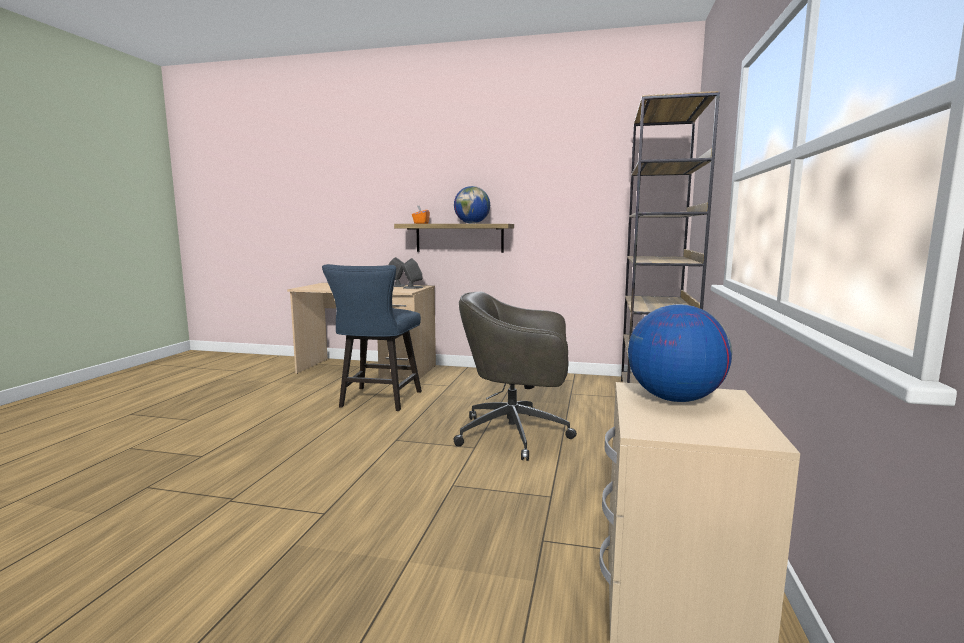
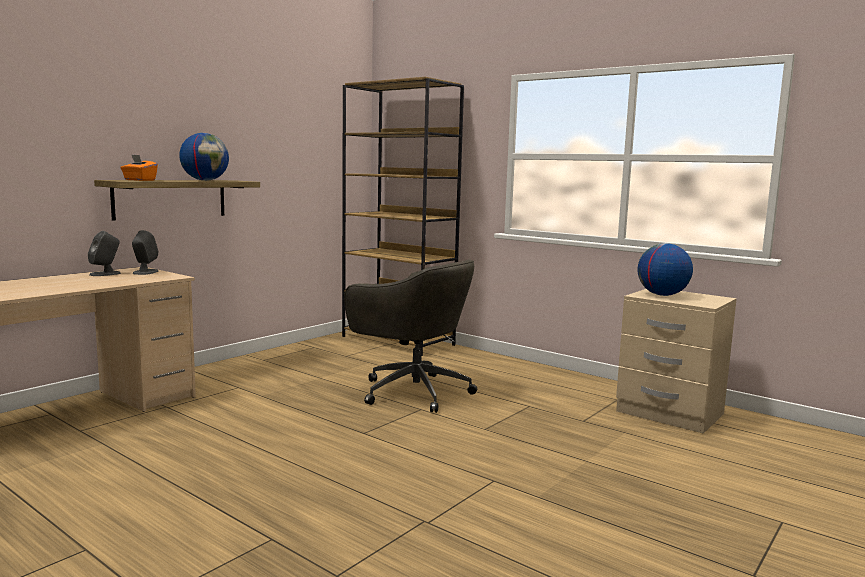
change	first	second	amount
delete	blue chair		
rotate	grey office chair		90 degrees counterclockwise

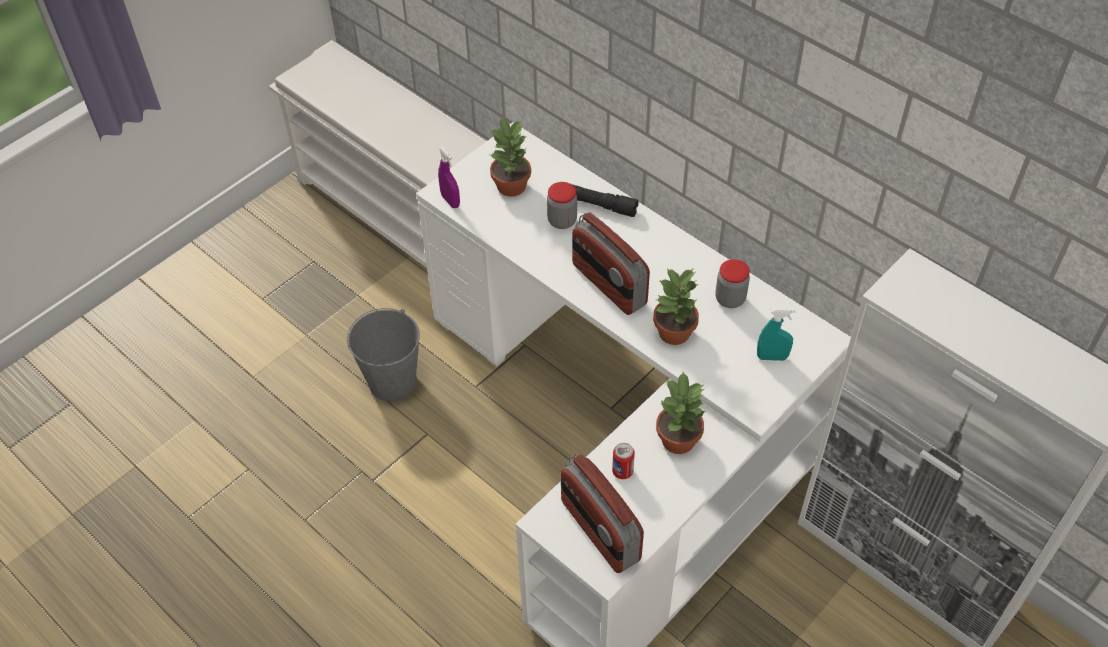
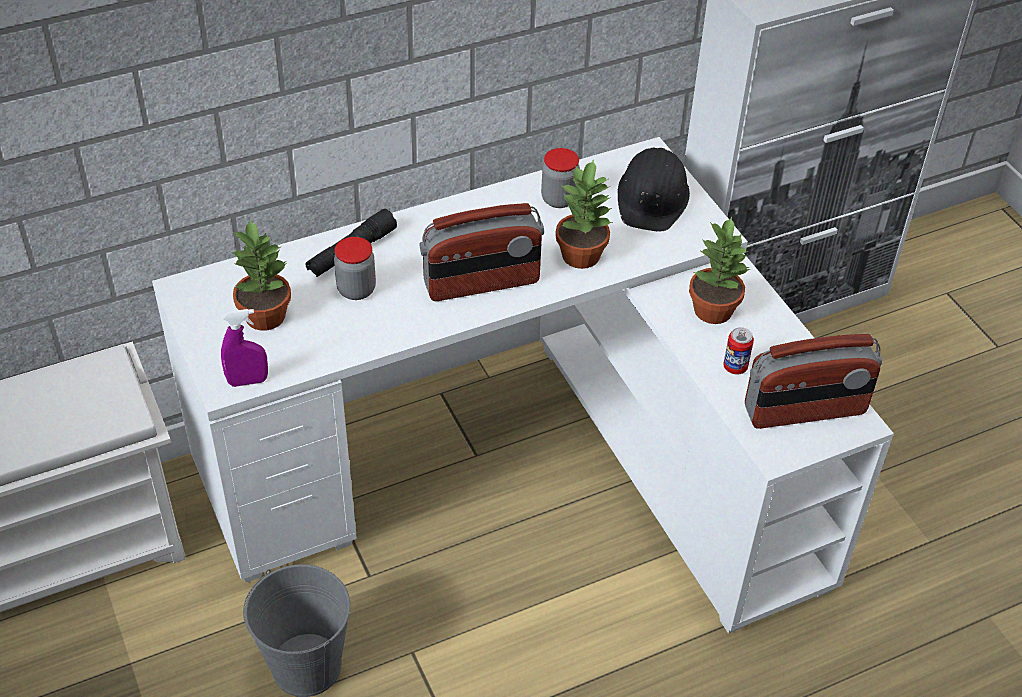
change	first	second	amount
replace	turquoise spray bottle	black hard hat	

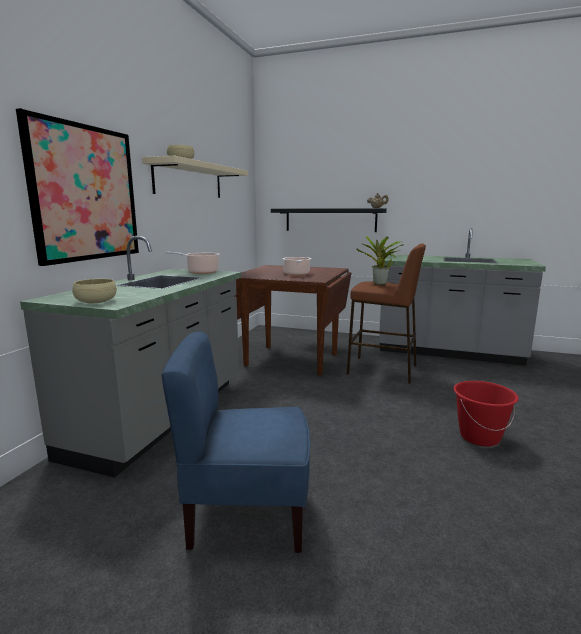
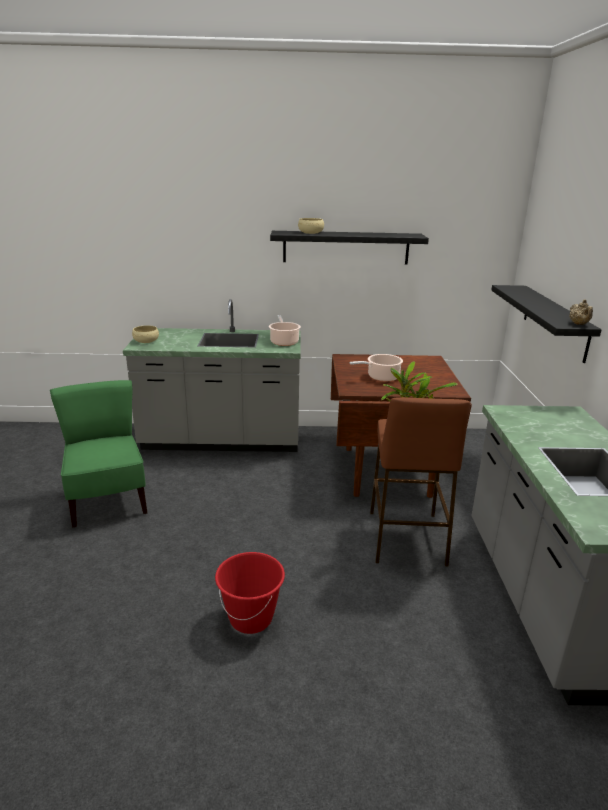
change	first	second	amount
delete	picture		
recolor	beige shelf	black shelf (1st from left)	
recolor	blue chair	green chair	

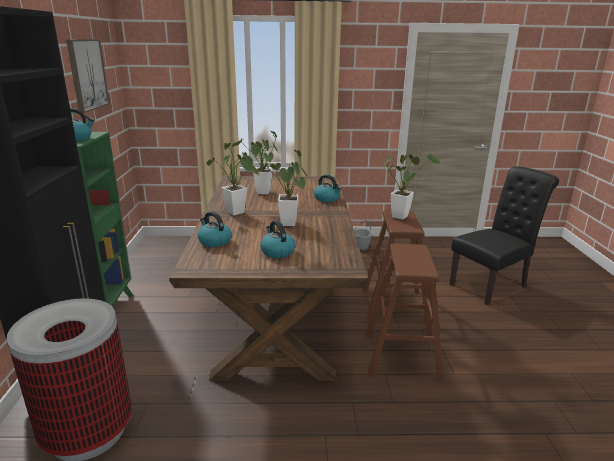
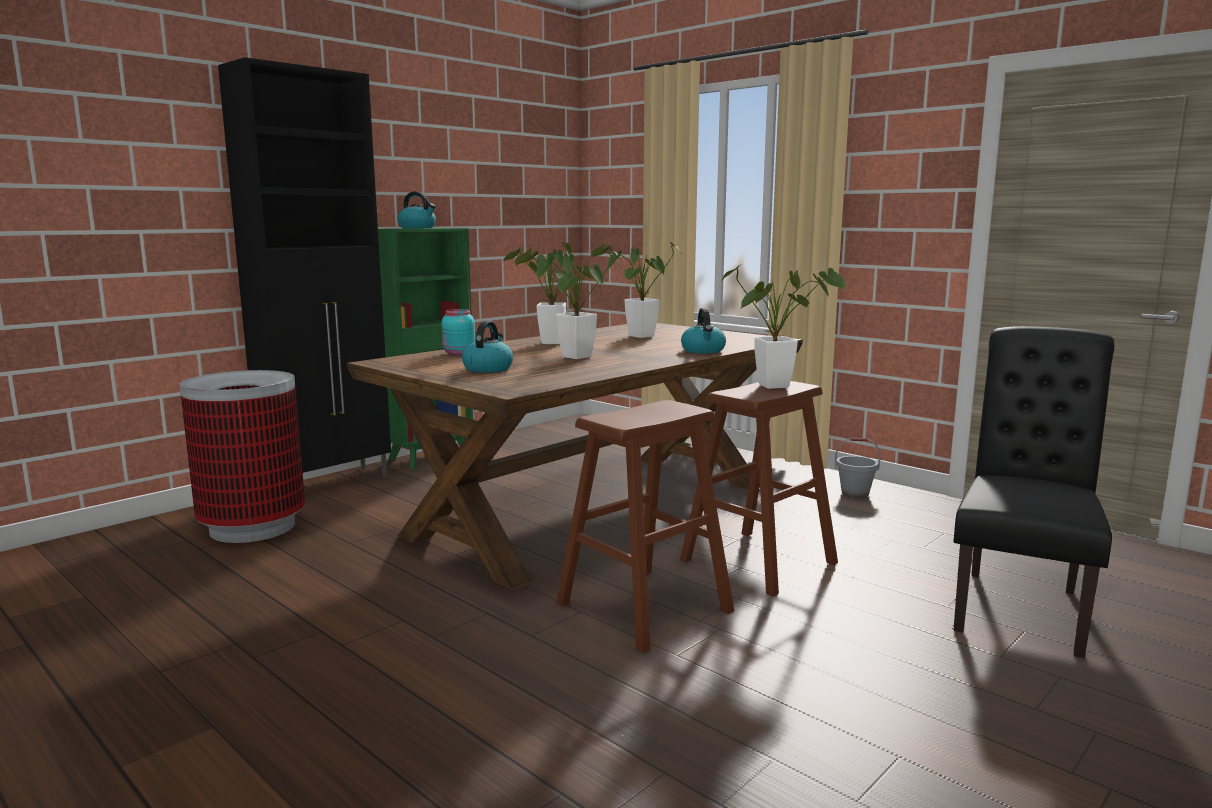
change	first	second	amount
delete	picture		
rotate	black chair		75 degrees counterclockwise
replace	kettle (2nd from left)	turquoise jar	

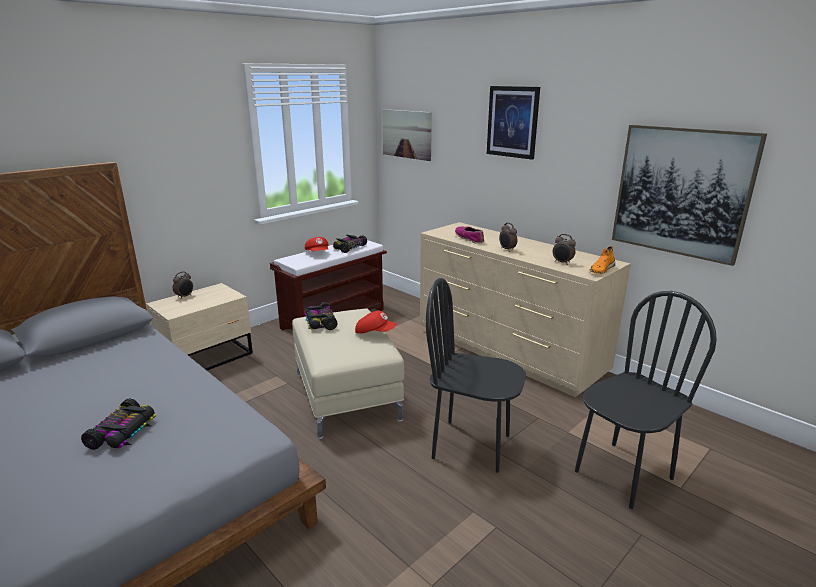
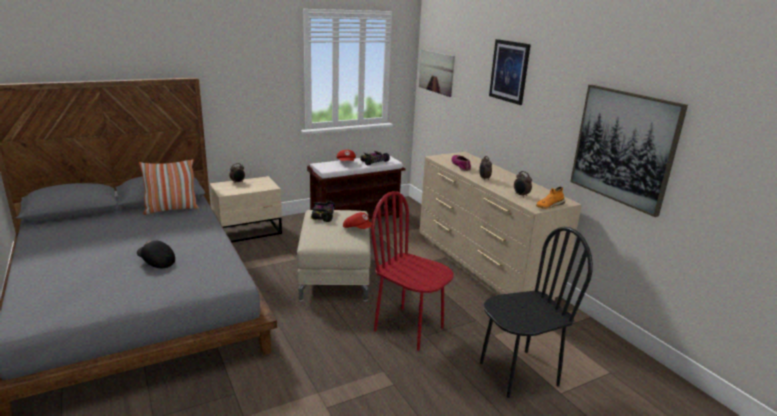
change	first	second	amount
recolor	black chair (1st from left)	red chair	
replace	toy car (1st from left)	black cap	
insert		pillow	

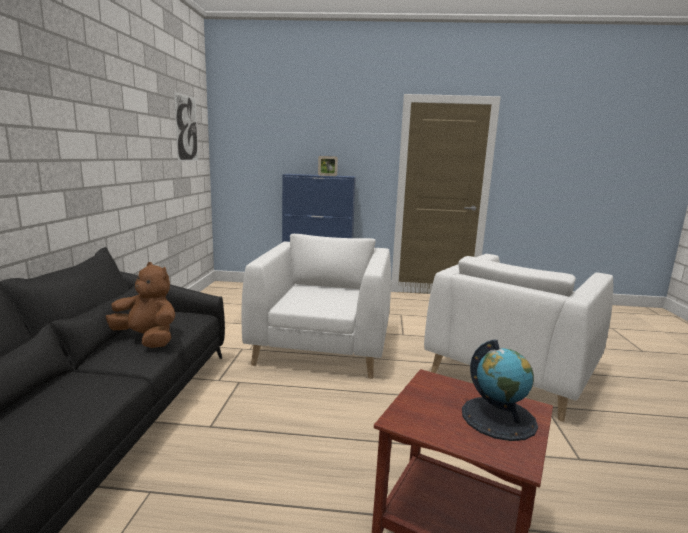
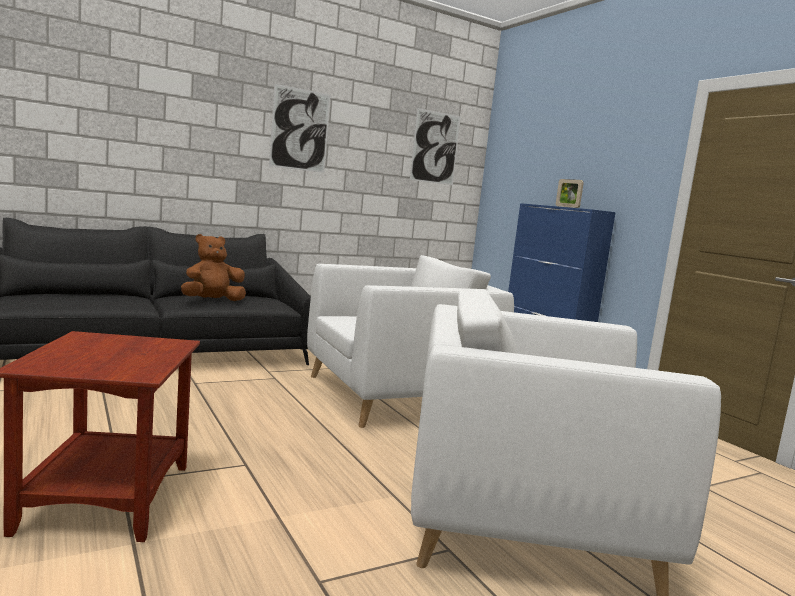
change	first	second	amount
rotate	brown plush toy		120 degrees counterclockwise
delete	globe		
insert		picture (1st from left)	

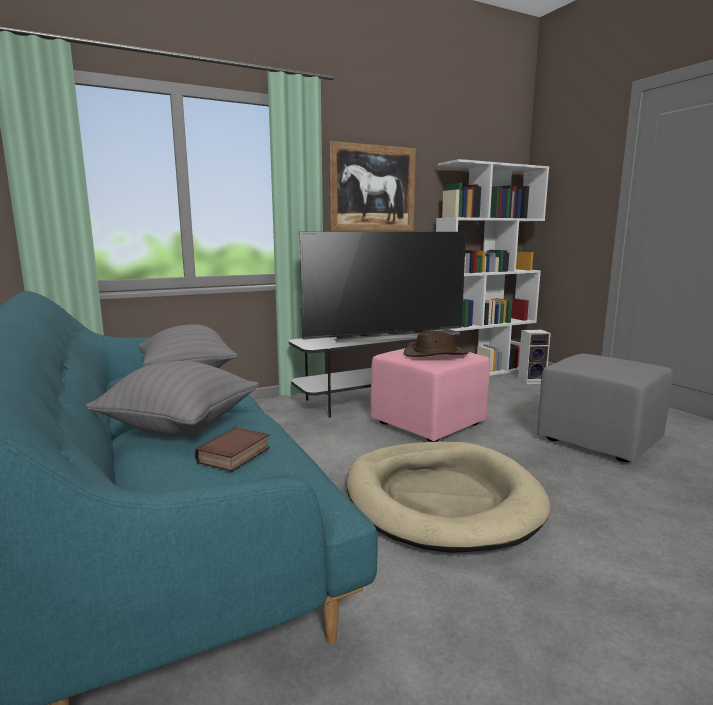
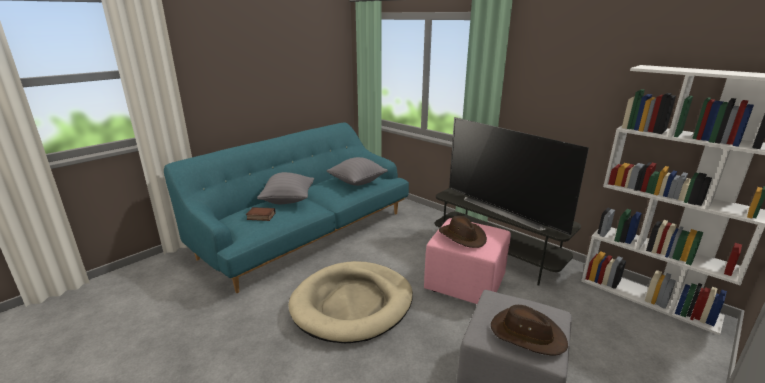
change	first	second	amount
delete	picture		
delete	speaker		
insert		brown hat (2nd from left)	

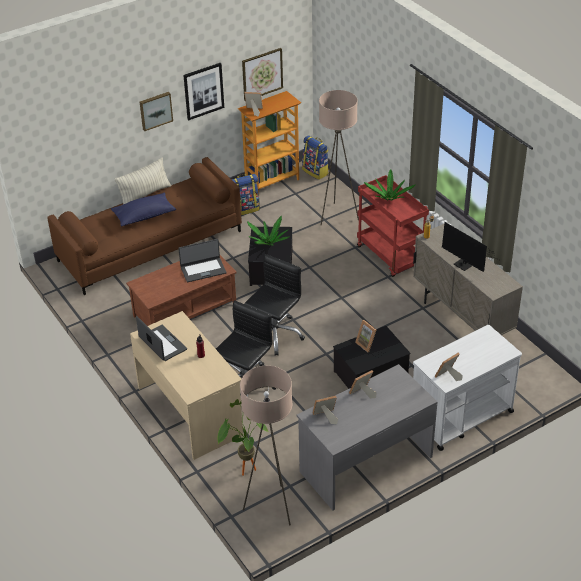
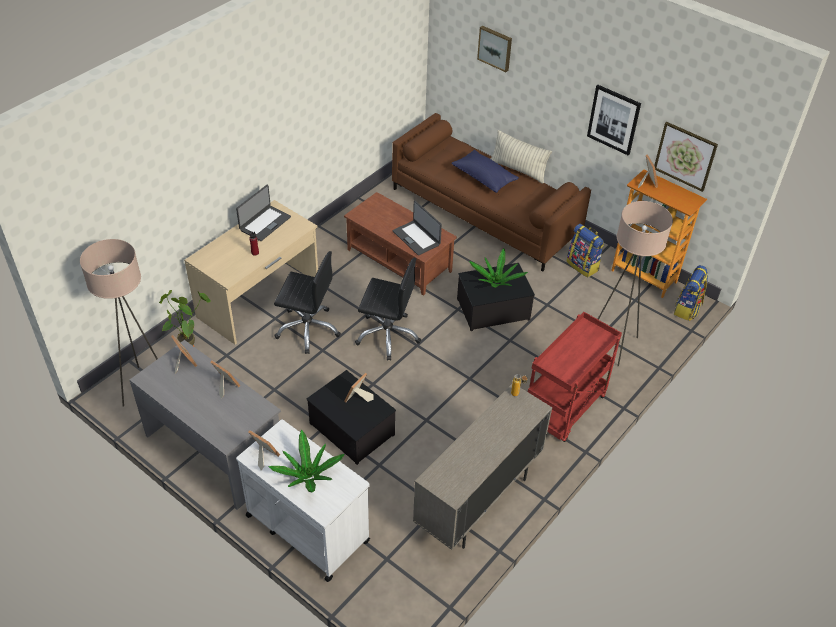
change	first	second	amount
move	picture (1st from left)		
move	potted plant (3rd from left in the first image)	potted plant (2nd from left)	
delete	monitor		

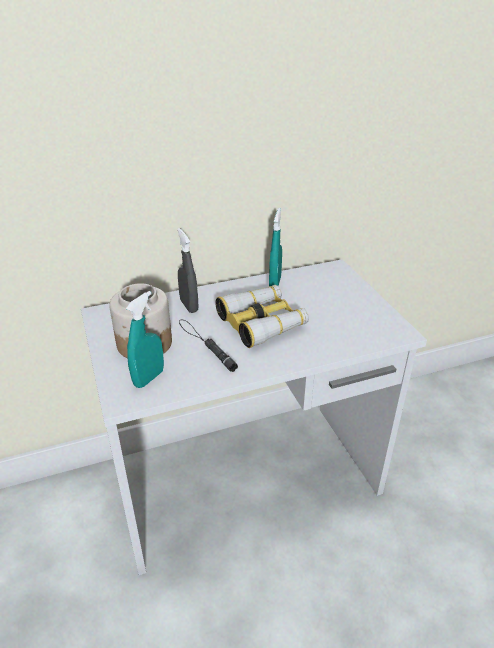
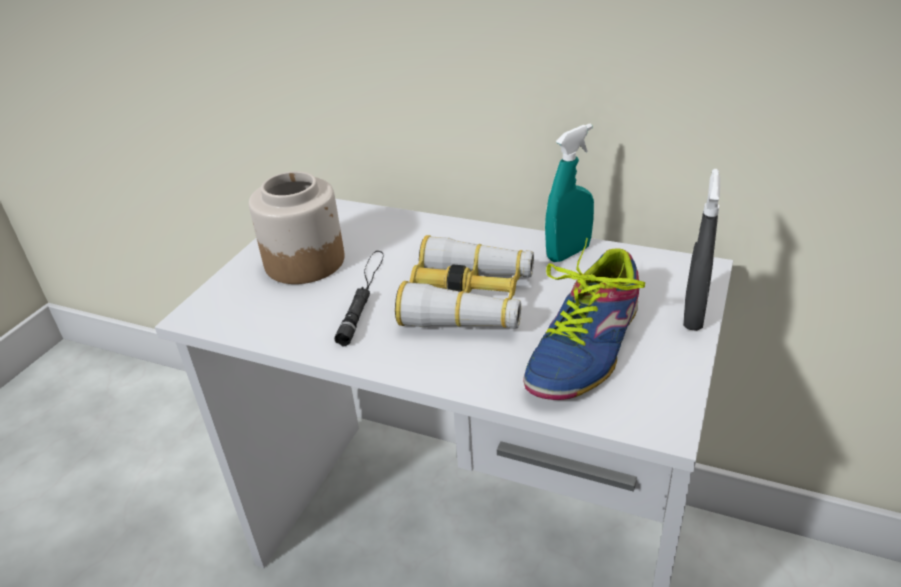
change	first	second	amount
move	grey spray bottle		
delete	turquoise spray bottle (1st from left)		
insert		shoe	

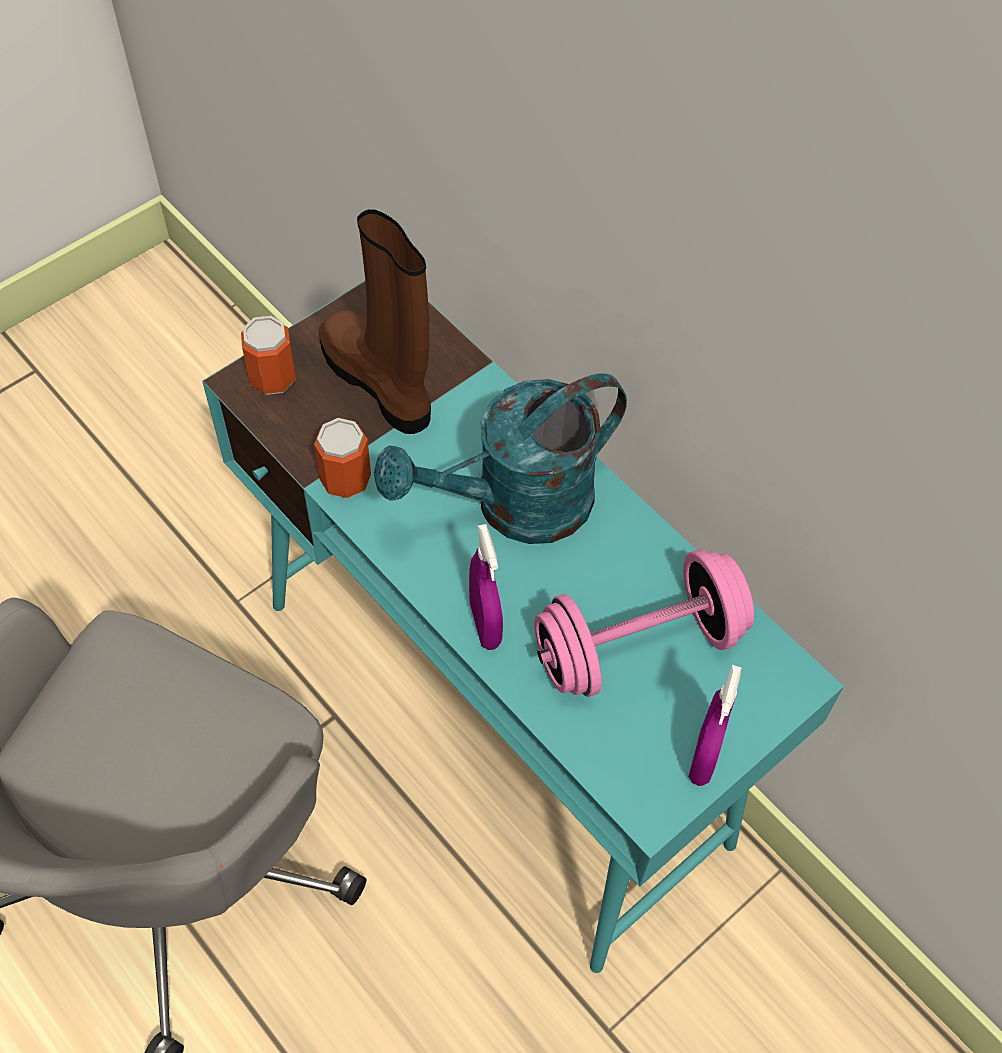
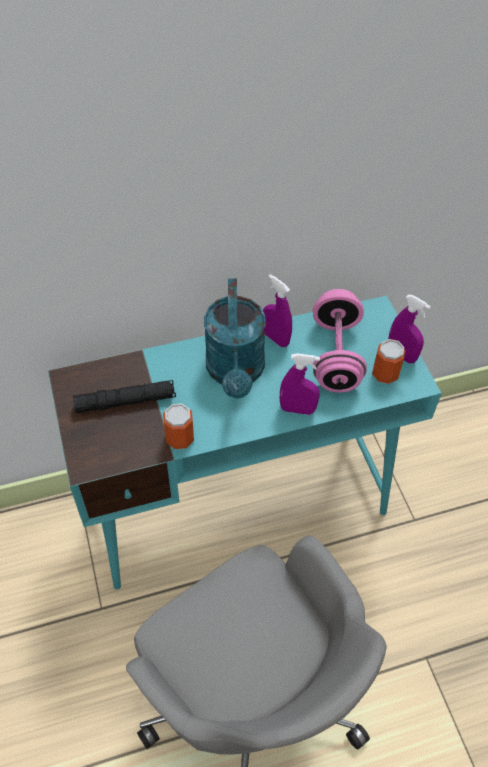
change	first	second	amount
replace	brown boot	black flashlight	
move	can (1st from left in the first image)	can (2nd from left)	
insert		purple spray bottle (1st from left)	

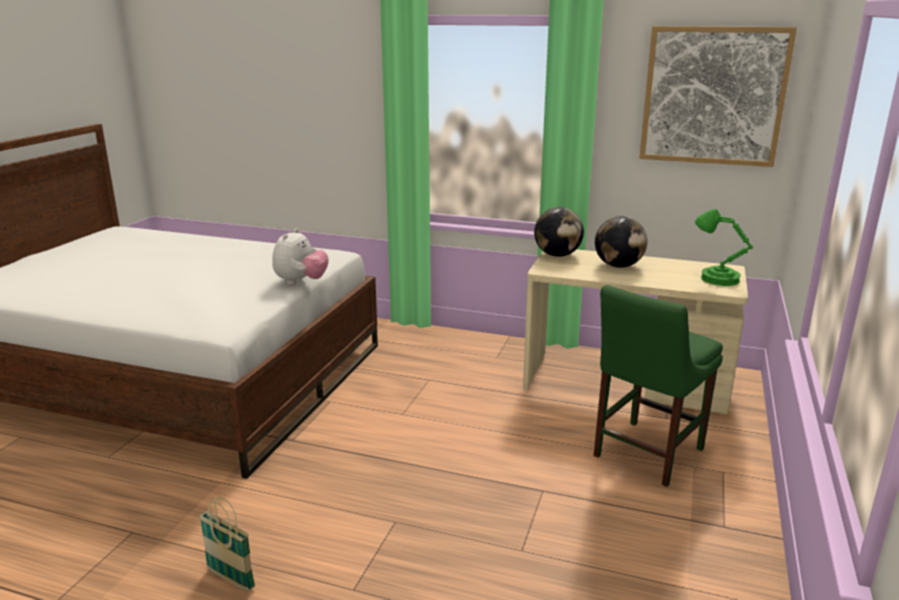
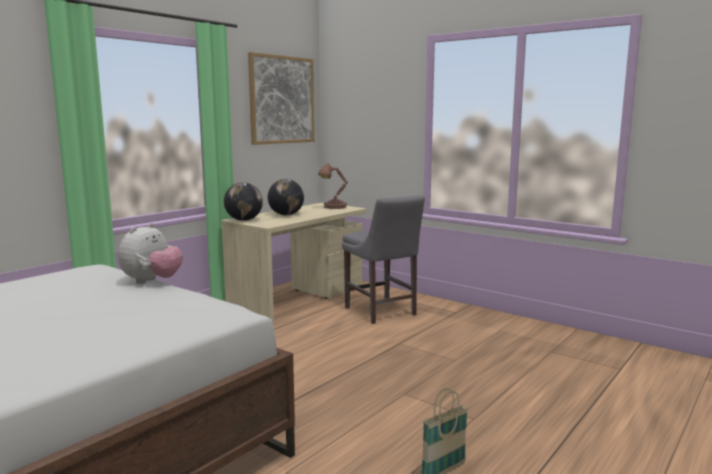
change	first	second	amount
recolor	green table lamp	brown table lamp	
rotate	plush toy		75 degrees clockwise
recolor	green chair	grey chair	

